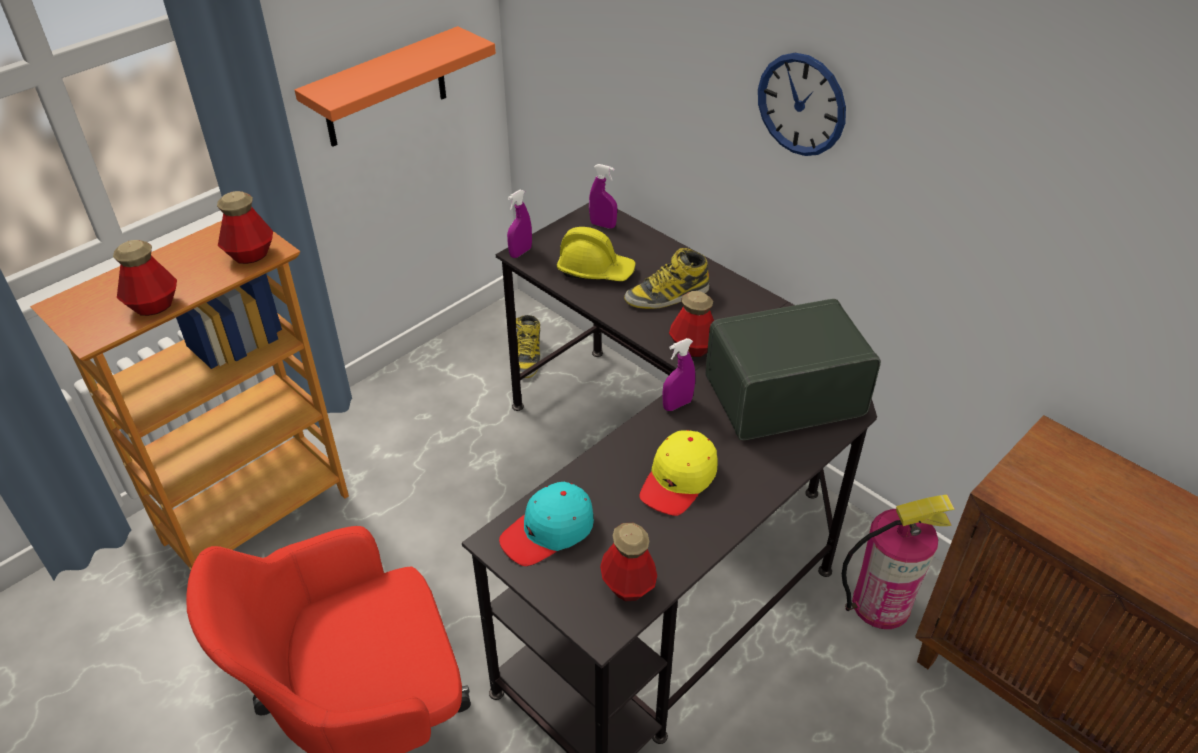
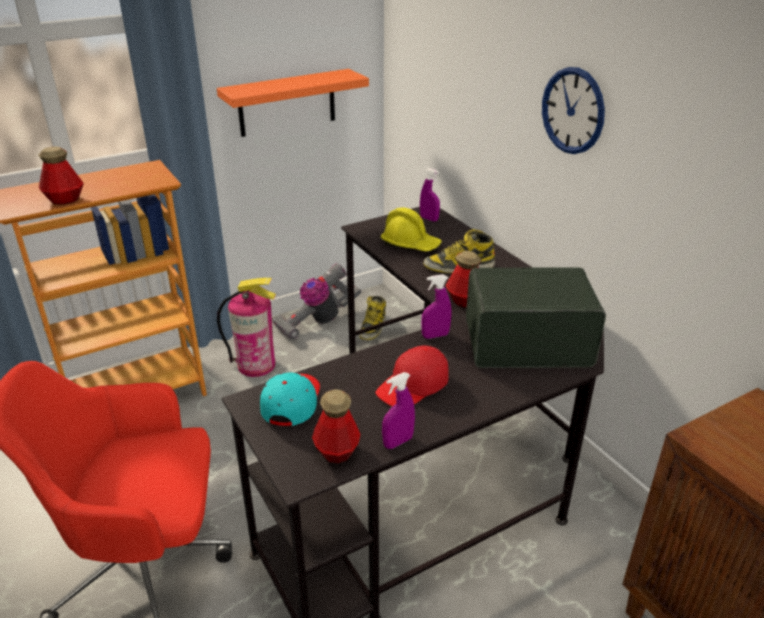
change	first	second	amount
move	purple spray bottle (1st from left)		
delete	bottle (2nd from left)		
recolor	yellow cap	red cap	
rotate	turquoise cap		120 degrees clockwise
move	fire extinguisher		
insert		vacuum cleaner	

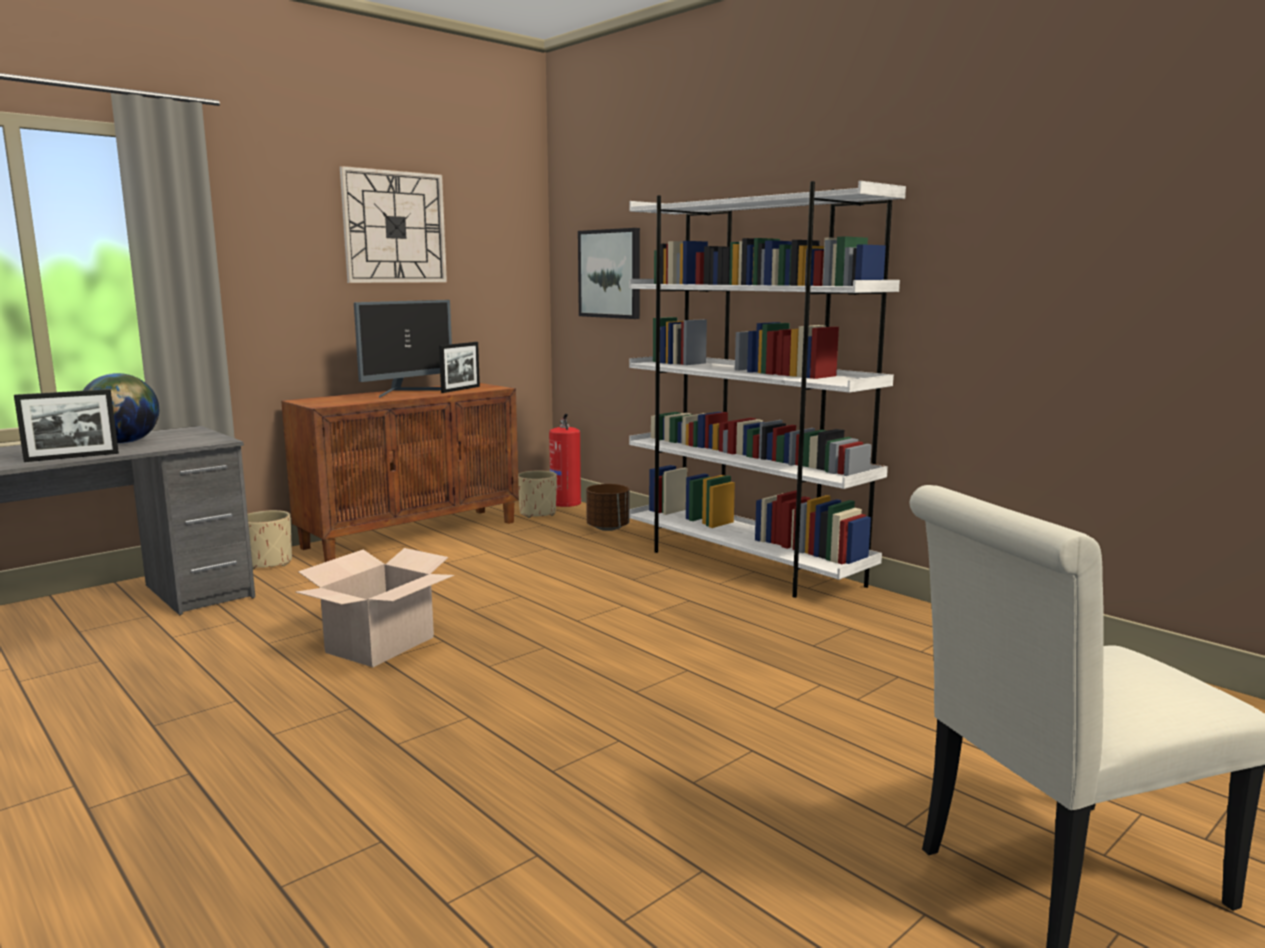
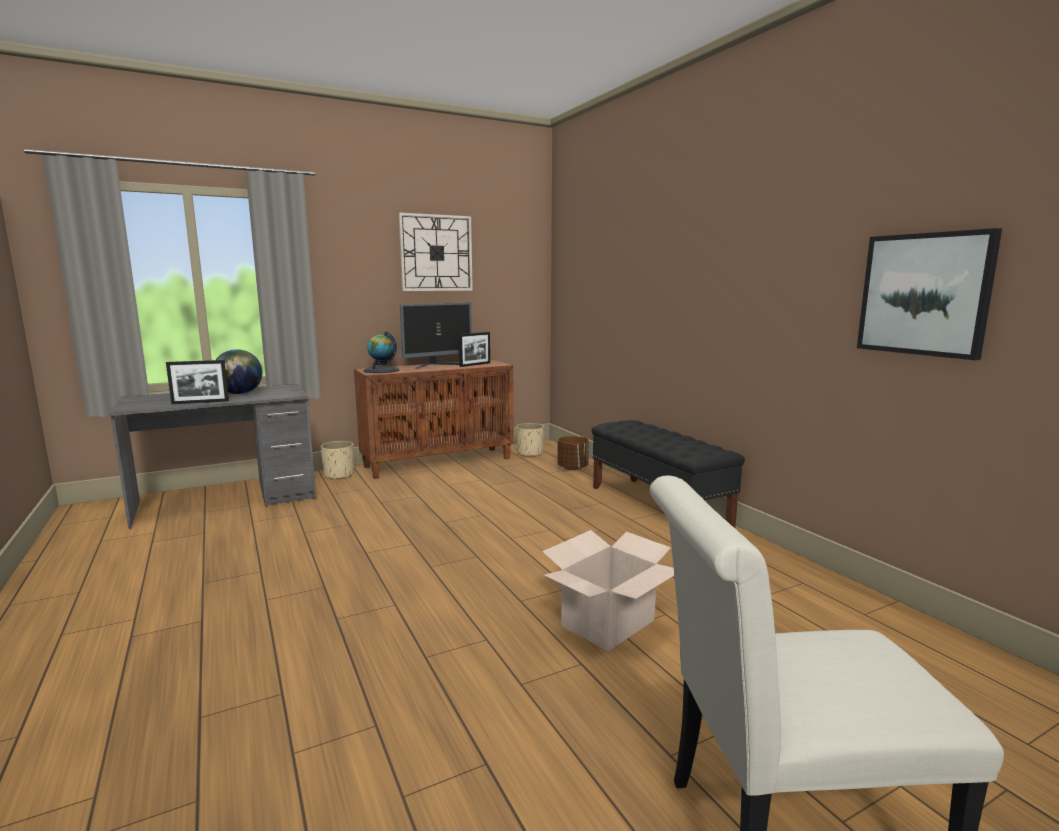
change	first	second	amount
replace	white bookcase	black bench	
move	picture		
delete	fire extinguisher		
move	cardboard box		
insert		globe (2nd from left)	

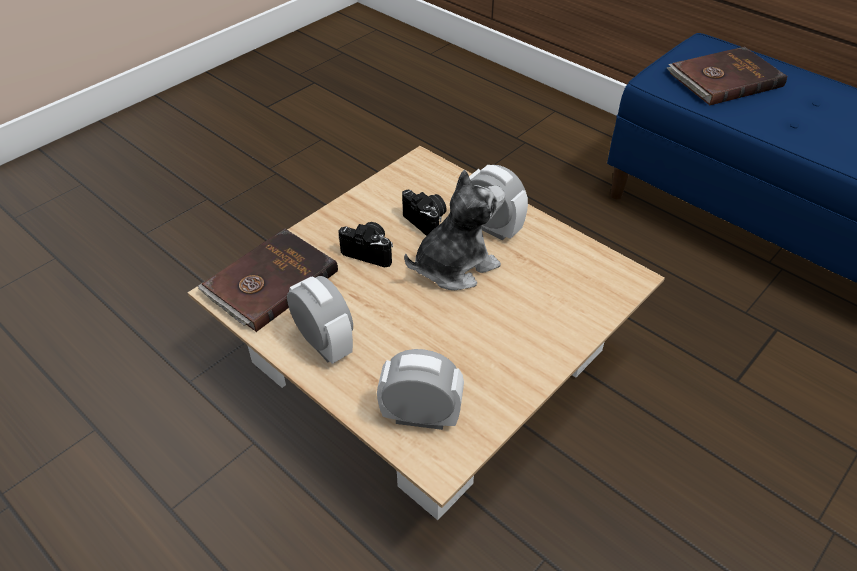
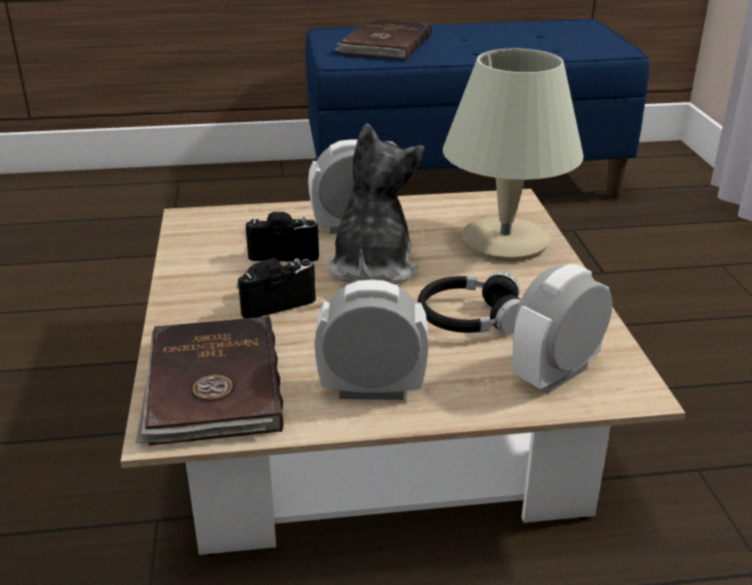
change	first	second	amount
insert		beige table lamp	
insert		black headphones	

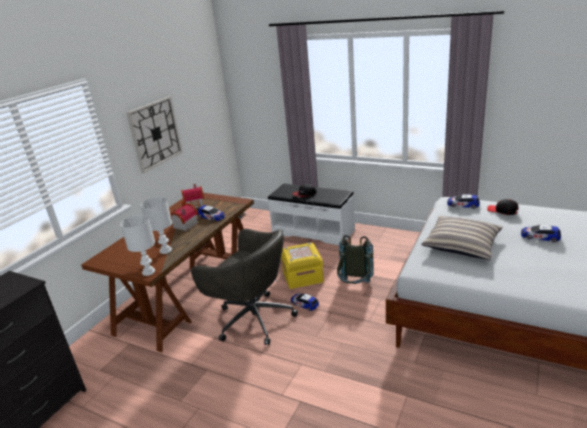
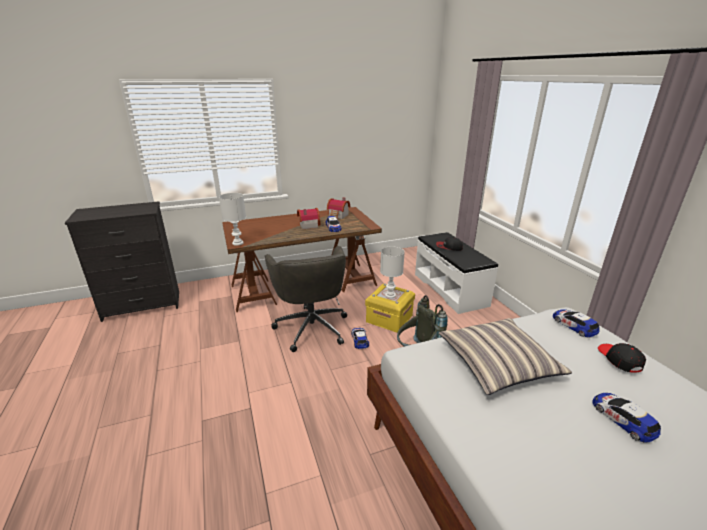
change	first	second	amount
delete	wall clock		
move	white table lamp (2nd from left)		

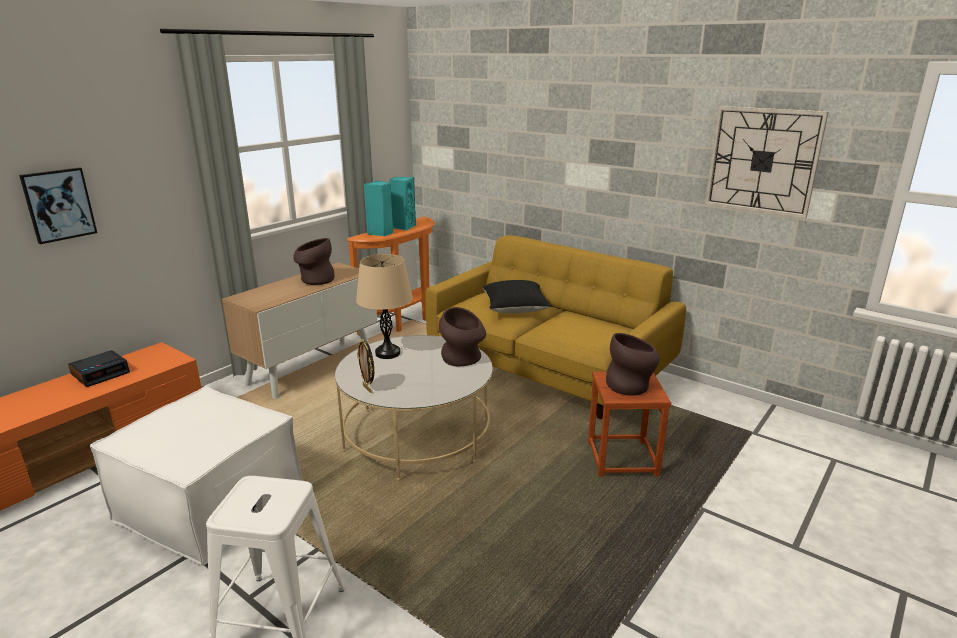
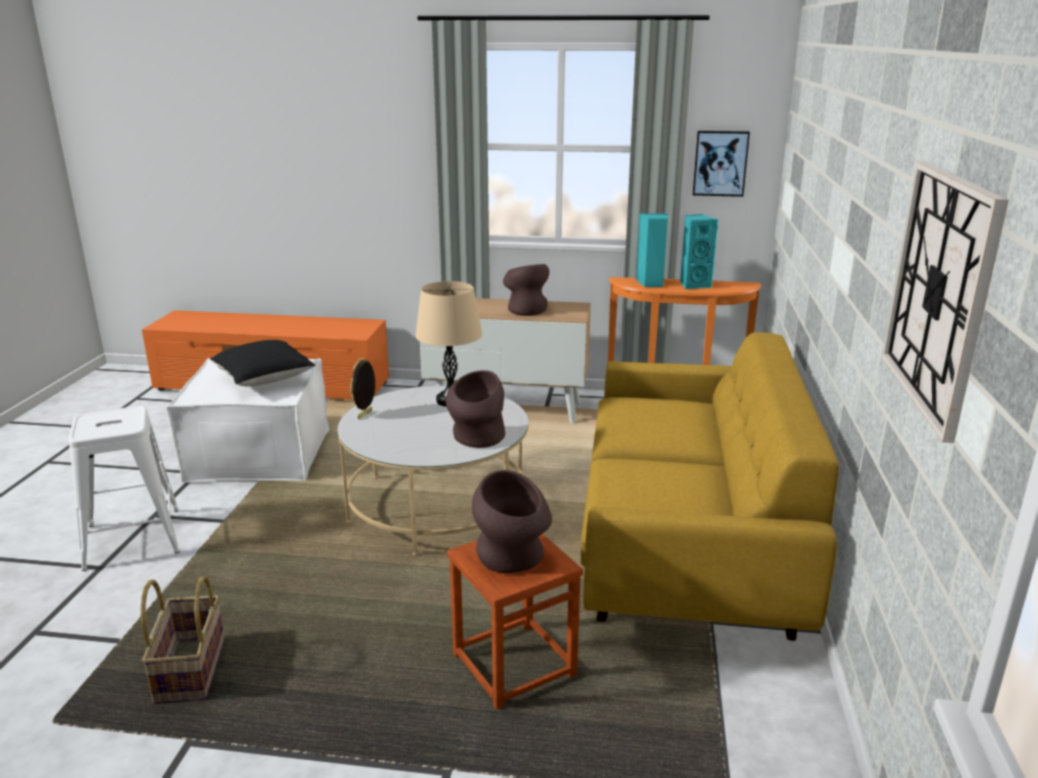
change	first	second	amount
move	picture		
move	black pillow		
delete	alarm clock		
insert		basket	

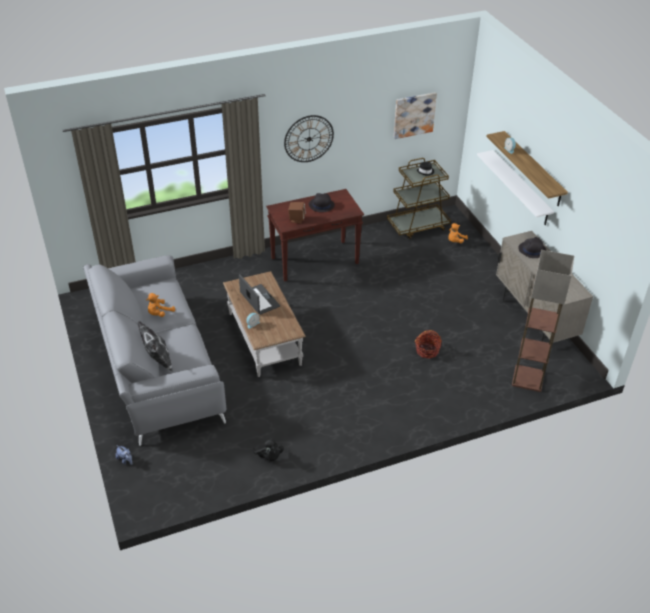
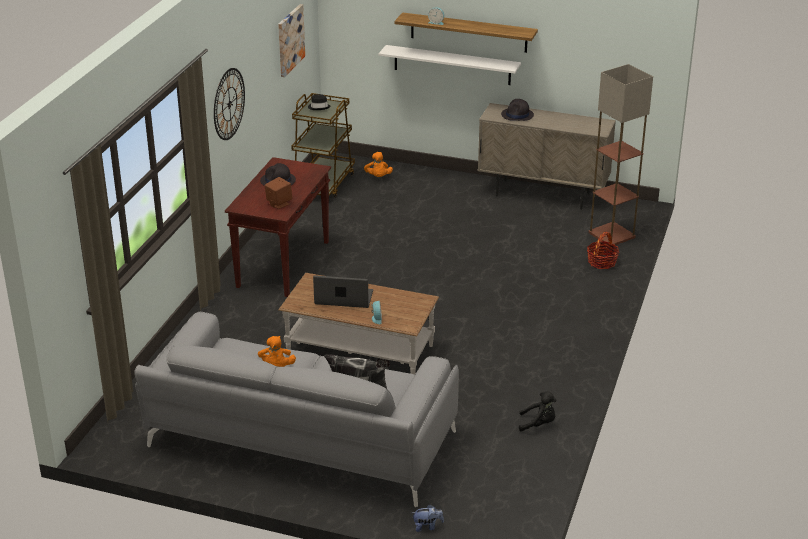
change	first	second	amount
move	basket		

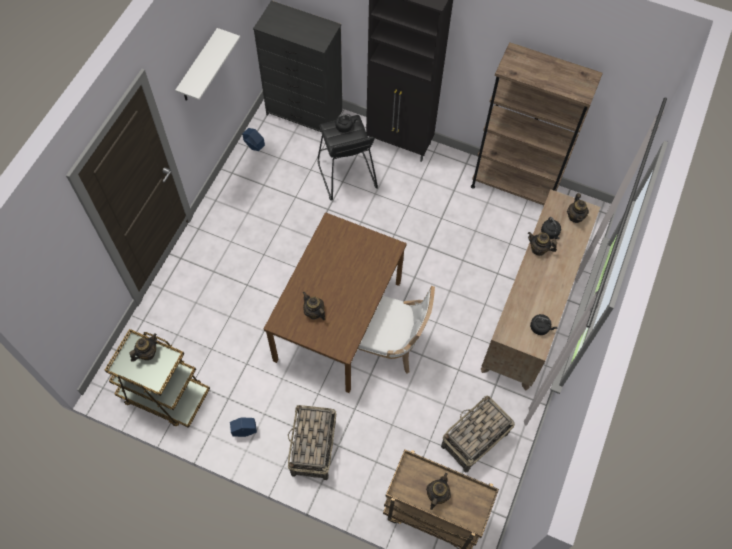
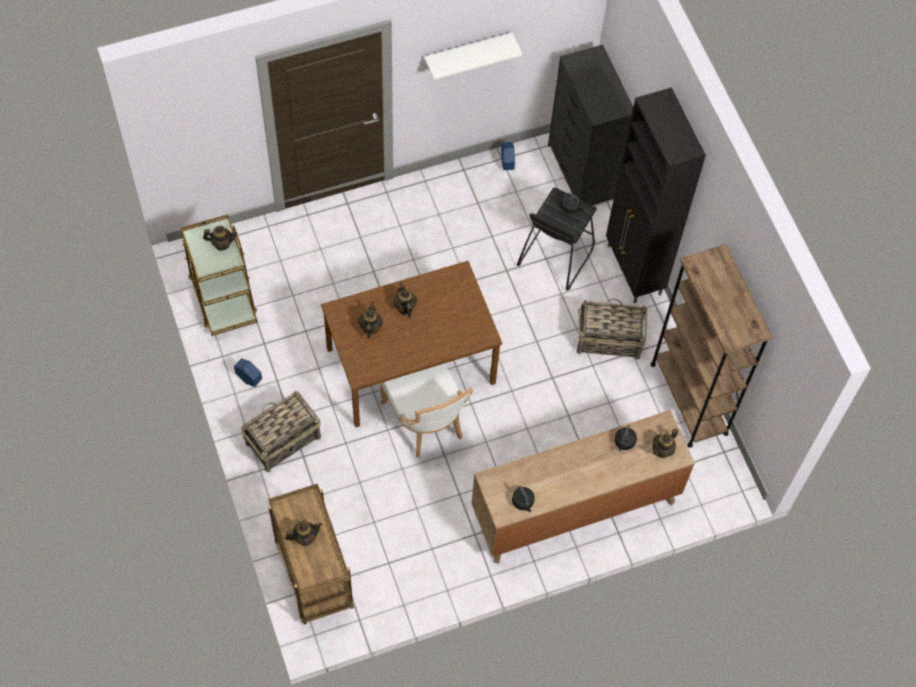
change	first	second	amount
move	teapot (4th from left)		
move	basket (2nd from left)		

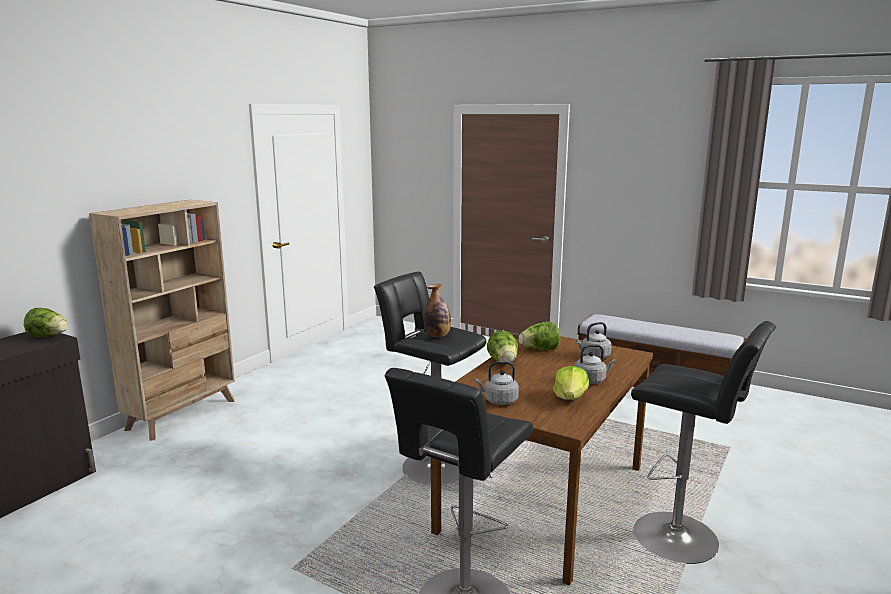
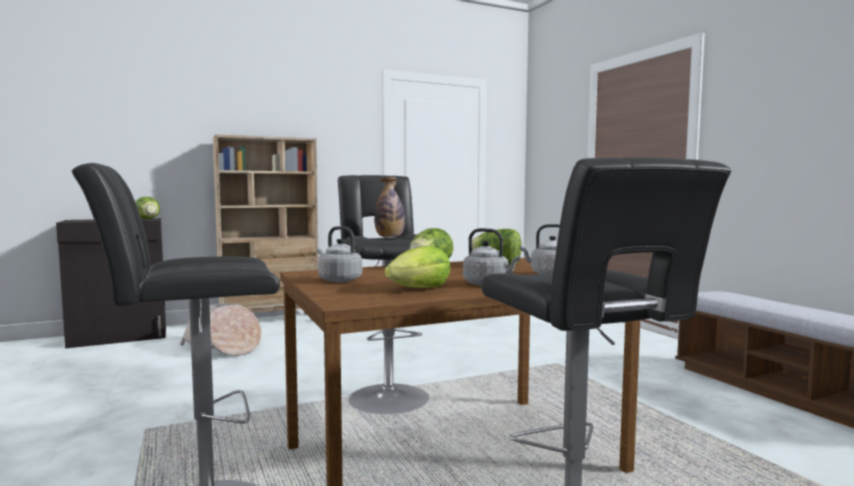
change	first	second	amount
insert		basket	

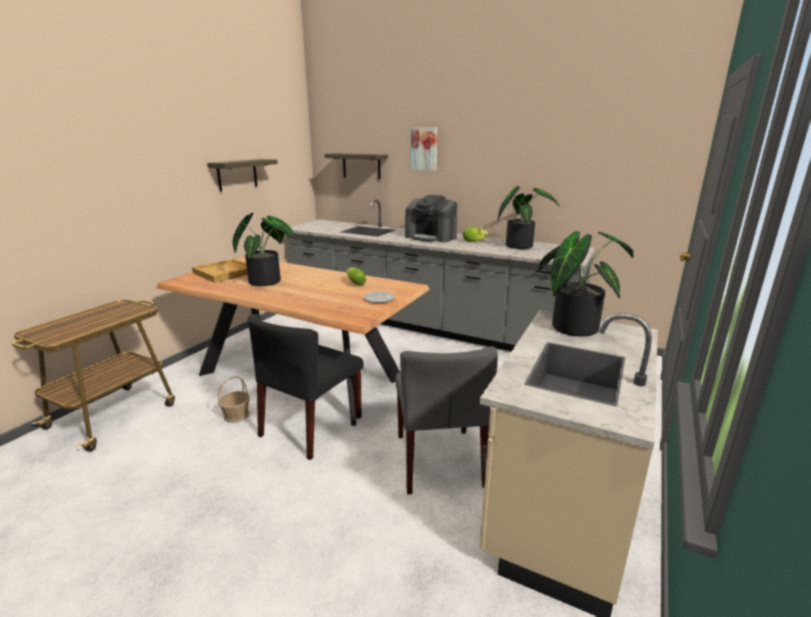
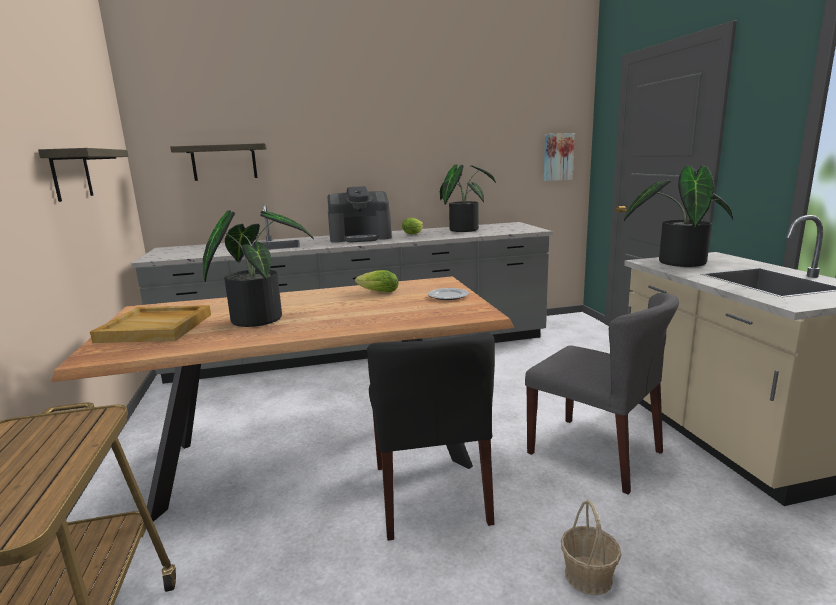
change	first	second	amount
move	picture		
move	basket		

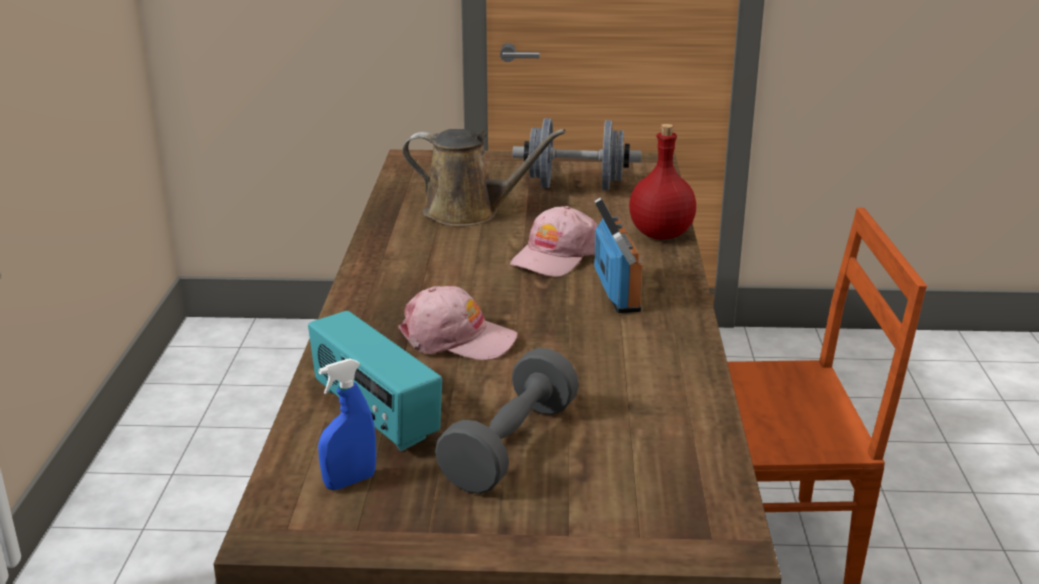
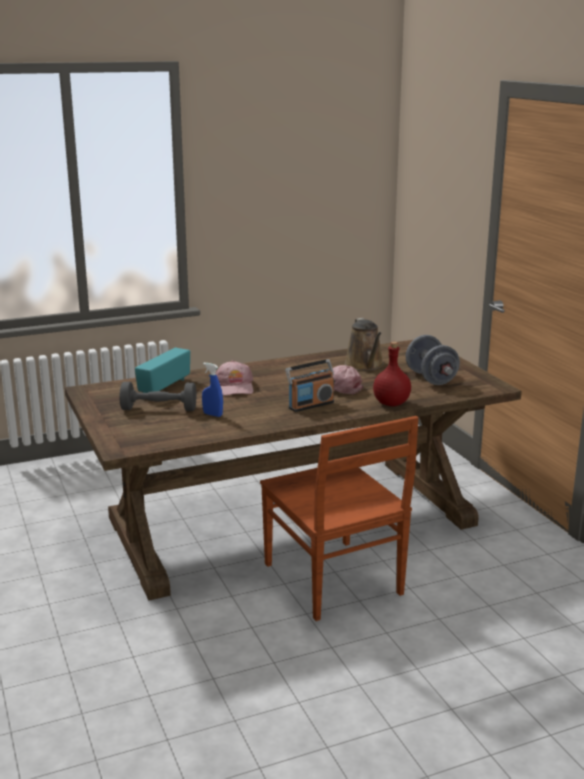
change	first	second	amount
move	blue spray bottle		

